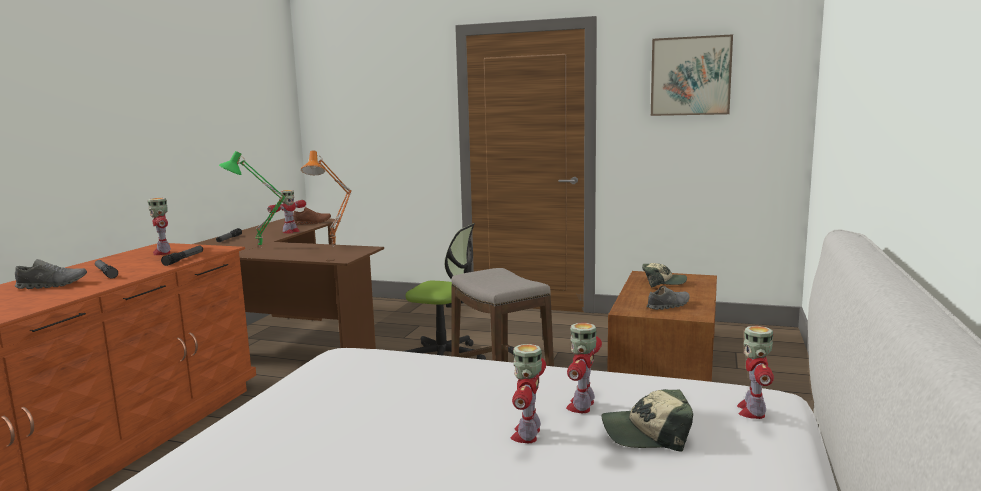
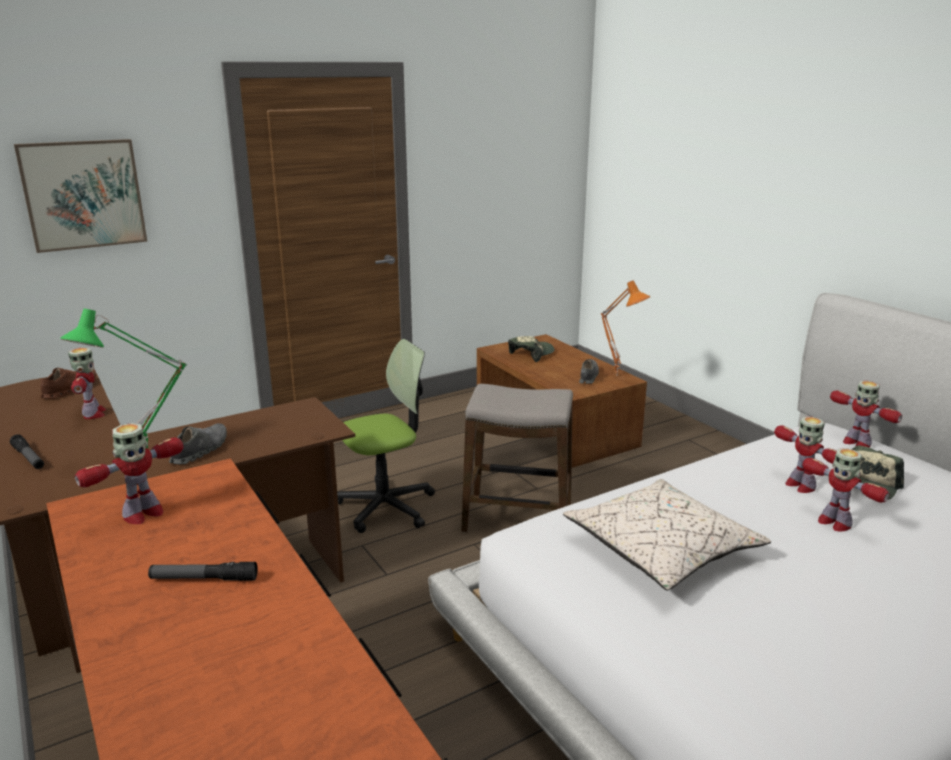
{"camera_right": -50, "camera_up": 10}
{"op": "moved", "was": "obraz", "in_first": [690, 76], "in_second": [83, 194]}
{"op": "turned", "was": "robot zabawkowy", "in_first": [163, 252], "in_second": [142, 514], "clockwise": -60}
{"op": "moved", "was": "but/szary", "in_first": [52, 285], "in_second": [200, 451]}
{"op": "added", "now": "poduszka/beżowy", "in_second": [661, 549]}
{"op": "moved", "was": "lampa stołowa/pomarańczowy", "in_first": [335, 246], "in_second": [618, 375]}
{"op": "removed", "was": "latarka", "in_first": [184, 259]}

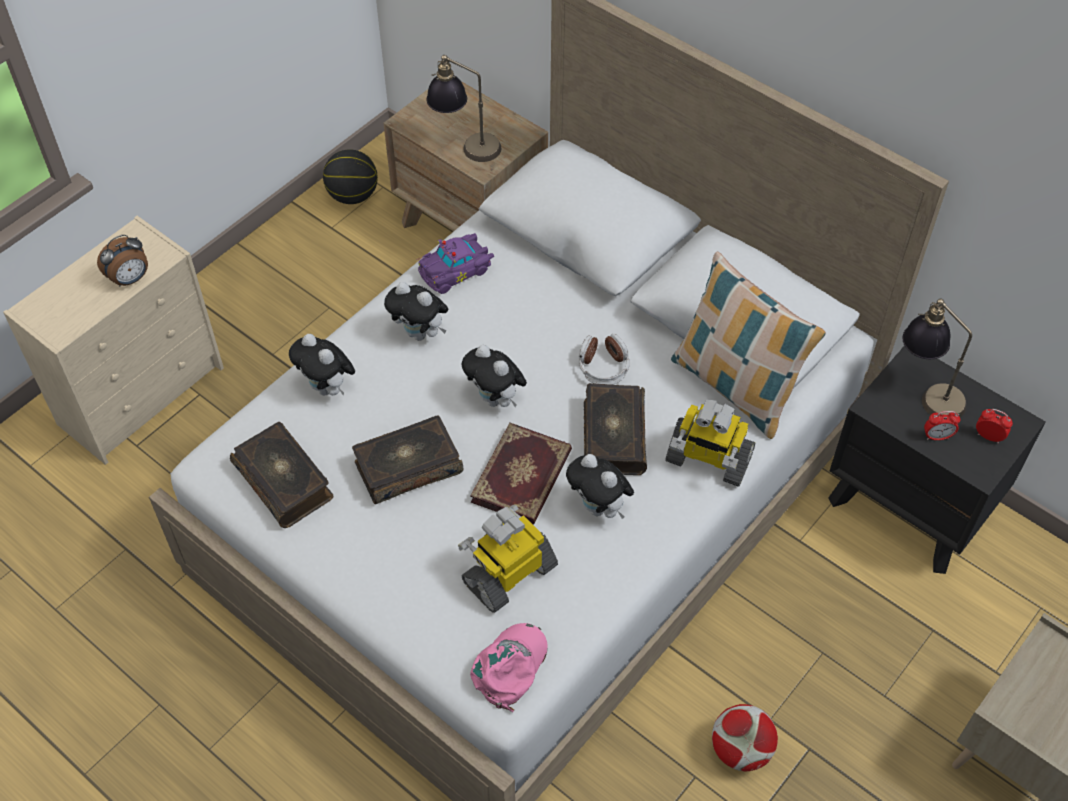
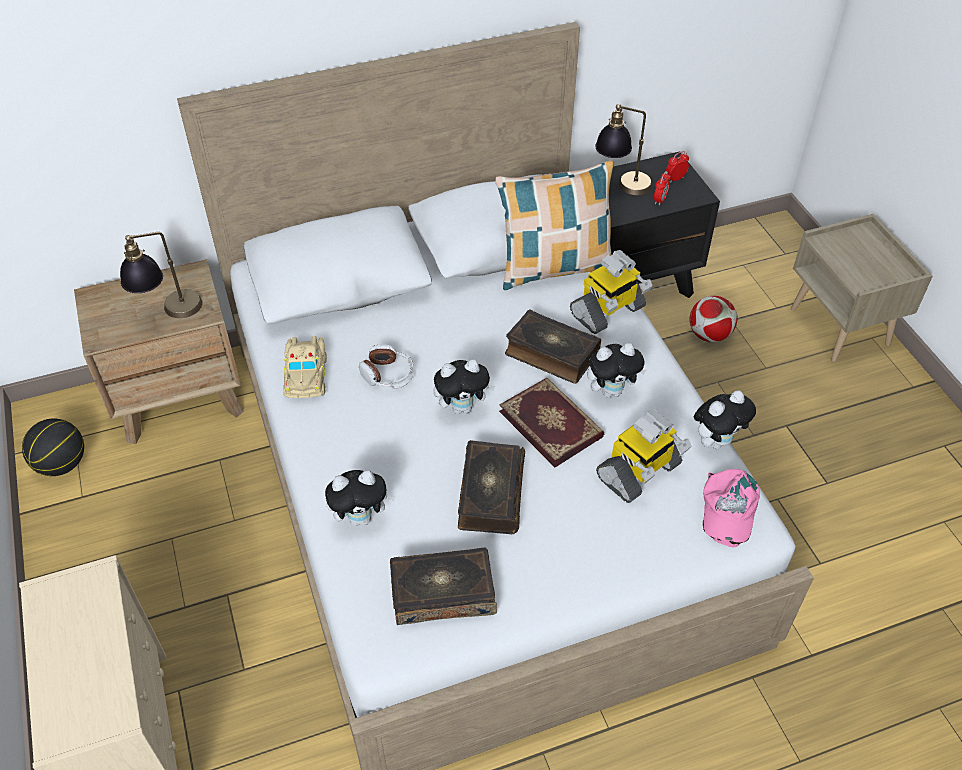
{"camera_right": -60, "camera_up": -5}
{"op": "recoloured", "was": "samochodzik/fioletowy", "now": "samochodzik/beżowy", "in_first": [457, 270], "in_second": [307, 374]}
{"op": "moved", "was": "słuchawki", "in_first": [603, 367], "in_second": [388, 375]}
{"op": "turned", "was": "robot zabawkowy", "in_first": [509, 573], "in_second": [639, 472], "clockwise": -120}
{"op": "moved", "was": "piłka futbolowa", "in_first": [740, 750], "in_second": [709, 335]}
{"op": "moved", "was": "pluszak", "in_first": [420, 334], "in_second": [717, 441]}
{"op": "turned", "was": "czapka z daszkiem/różowy", "in_first": [510, 667], "in_second": [727, 509], "clockwise": -135}
{"op": "removed", "was": "budzik", "in_first": [130, 279]}

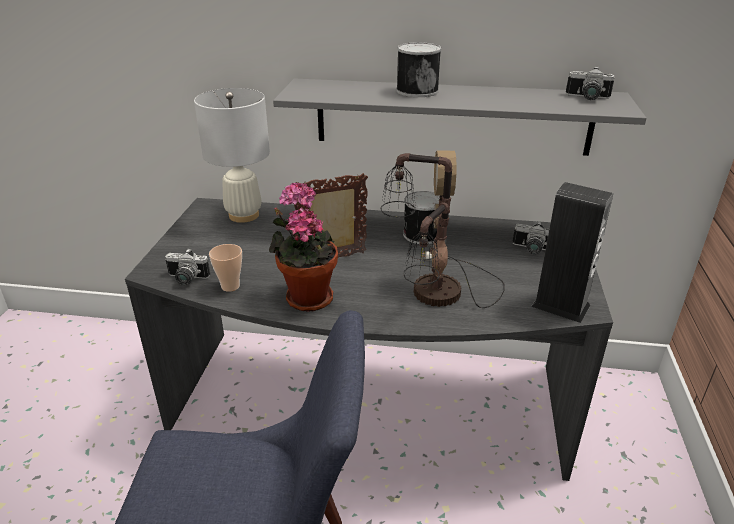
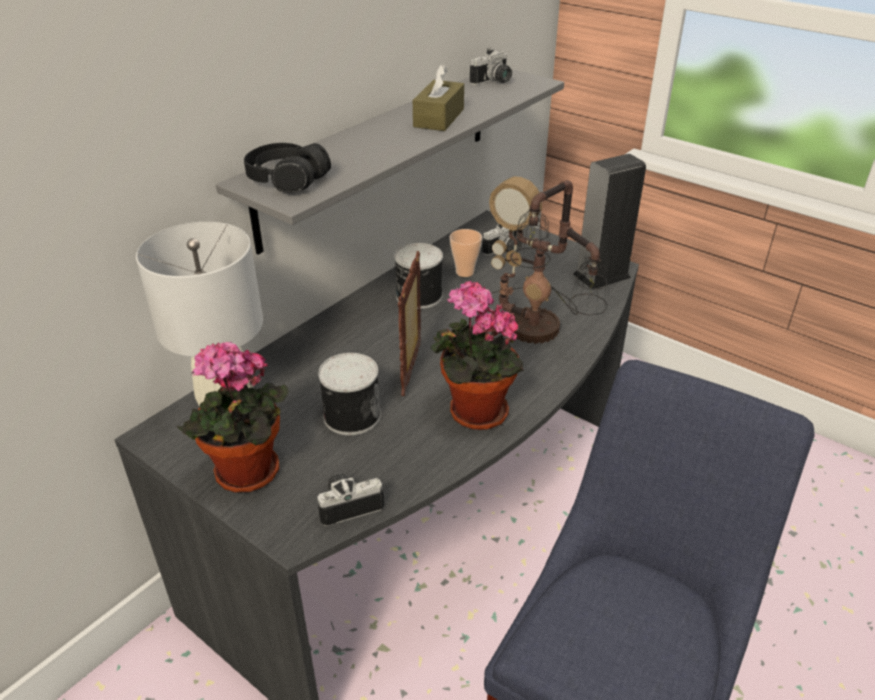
{"camera_right": -60, "camera_up": 5}
{"op": "added", "now": "roślina doniczkowa", "in_second": [246, 476]}
{"op": "added", "now": "słuchawki/czarny", "in_second": [287, 180]}
{"op": "turned", "was": "aparat fotograficzny", "in_first": [186, 279], "in_second": [348, 504], "clockwise": -150}
{"op": "moved", "was": "puszka", "in_first": [417, 90], "in_second": [350, 415]}
{"op": "added", "now": "pudełko chusteczek/brązowy", "in_second": [439, 118]}
{"op": "moved", "was": "filiżanka", "in_first": [230, 286], "in_second": [465, 272]}

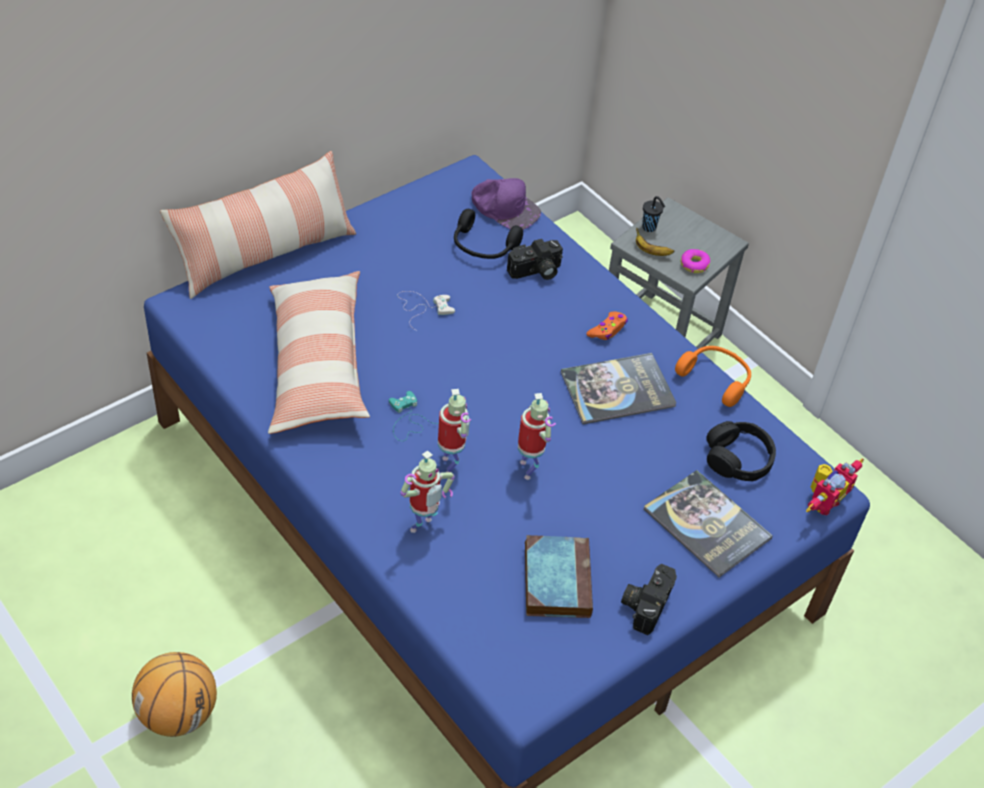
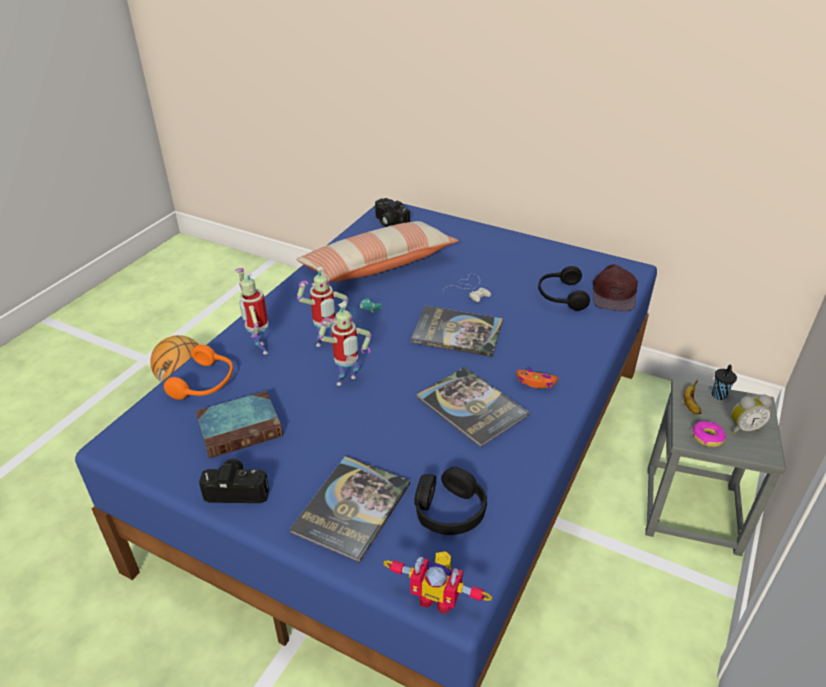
{"camera_right": 70, "camera_up": -10}
{"op": "moved", "was": "słuchawki/pomarańczowy", "in_first": [716, 379], "in_second": [206, 383]}
{"op": "turned", "was": "robot zabawkowy", "in_first": [423, 527], "in_second": [260, 348], "clockwise": 45}
{"op": "moved", "was": "aparat fotograficzny", "in_first": [536, 272], "in_second": [389, 222]}
{"op": "added", "now": "książka", "in_second": [457, 332]}
{"op": "recoloured", "was": "czapka z daszkiem/fioletowy", "now": "czapka z daszkiem/brązowy", "in_first": [504, 207], "in_second": [614, 293]}
{"op": "added", "now": "budzik", "in_second": [743, 428]}
{"op": "removed", "was": "poduszka", "in_first": [265, 253]}

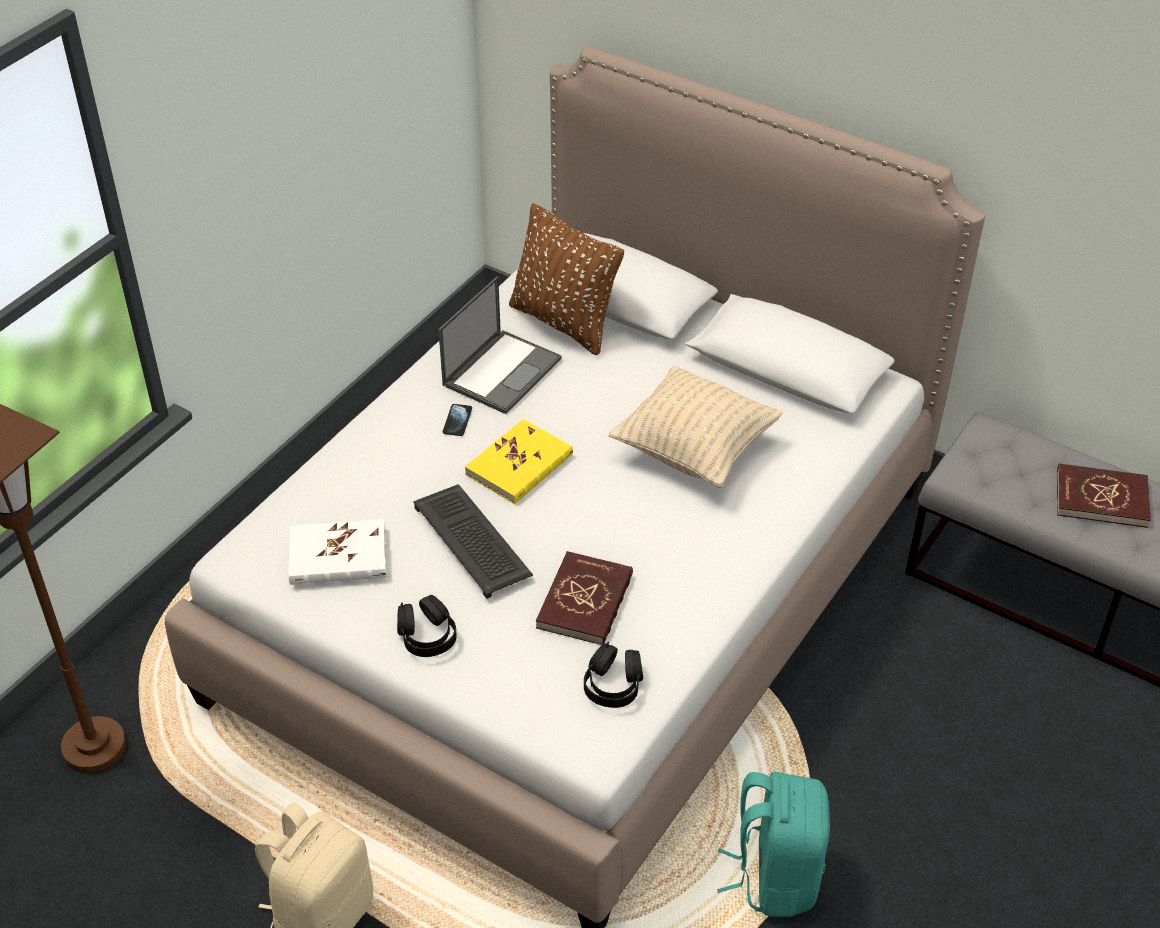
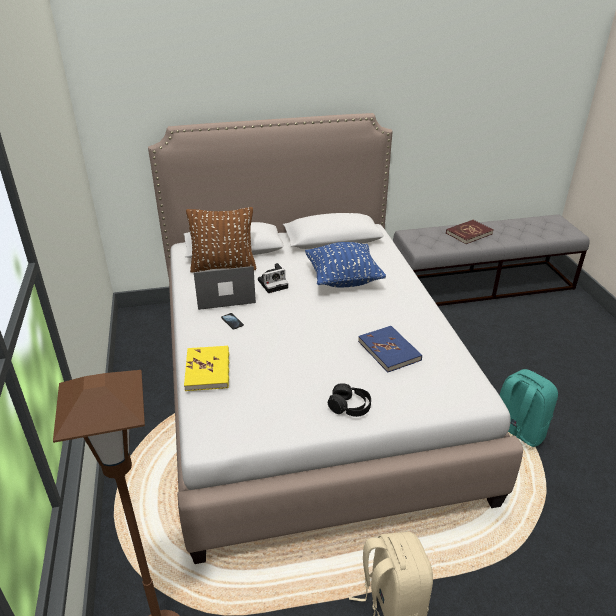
{"camera_right": -45, "camera_up": -10}
{"op": "moved", "was": "książka/żółty", "in_first": [519, 465], "in_second": [208, 370]}
{"op": "turned", "was": "laptop", "in_first": [502, 371], "in_second": [224, 294], "clockwise": -90}
{"op": "added", "now": "aparat fotograficzny", "in_second": [273, 283]}
{"op": "recoloured", "was": "poduszka/beżowy", "now": "poduszka/niebieski", "in_first": [694, 450], "in_second": [343, 279]}
{"op": "recoloured", "was": "książka/czerwony", "now": "książka/niebieski", "in_first": [585, 601], "in_second": [389, 350]}
{"op": "removed", "was": "książka/biały", "in_first": [338, 556]}
{"op": "removed", "was": "klawiatura", "in_first": [474, 542]}
{"op": "removed", "was": "słuchawki/czarny", "in_first": [613, 685]}

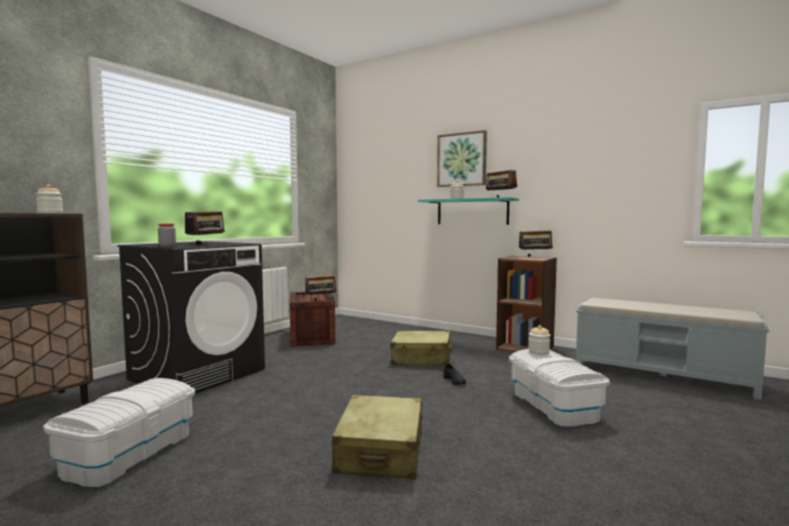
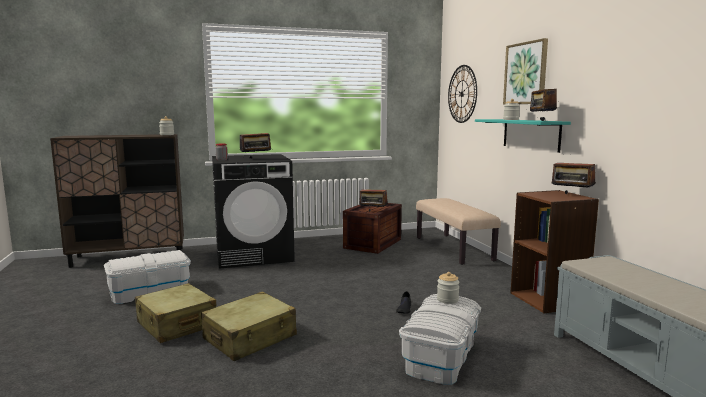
{"camera_right": 40, "camera_up": 5}
{"op": "moved", "was": "walizka/beżowy", "in_first": [422, 359], "in_second": [176, 324]}
{"op": "added", "now": "ławka/beżowy", "in_second": [454, 249]}
{"op": "added", "now": "zegar ścienny", "in_second": [462, 94]}

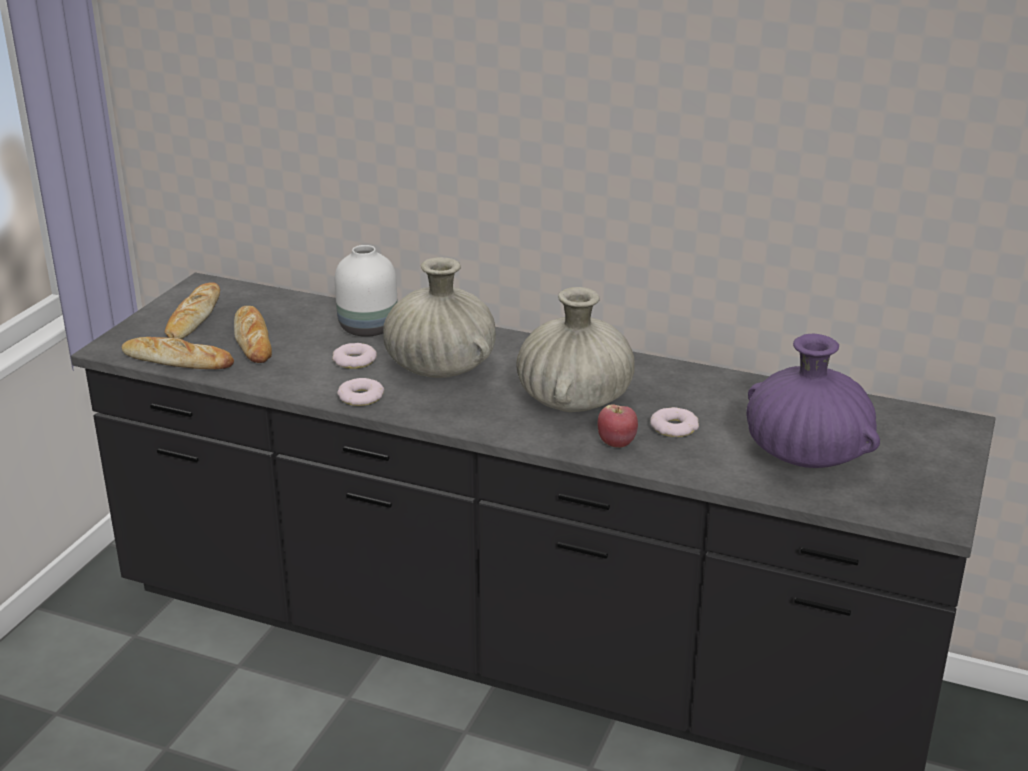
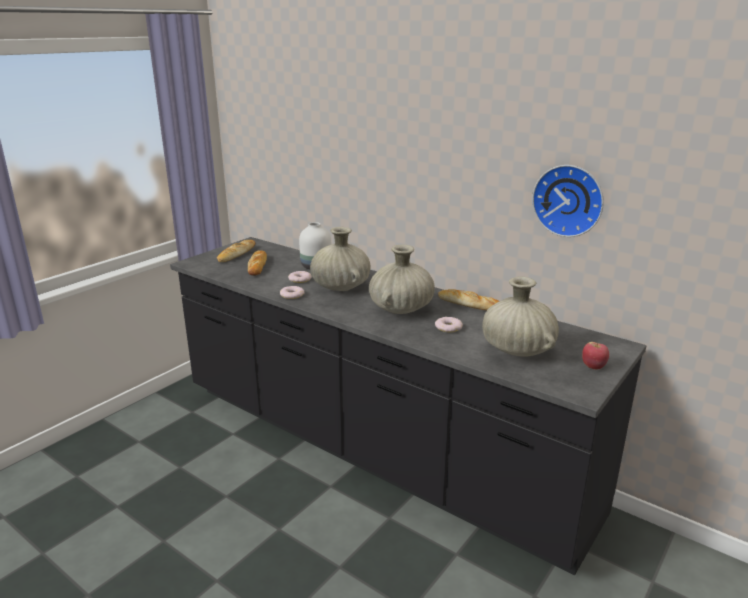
{"camera_right": 15, "camera_up": -5}
{"op": "moved", "was": "chleb", "in_first": [178, 360], "in_second": [470, 304]}
{"op": "recoloured", "was": "wazon/fioletowy", "now": "wazon/beżowy", "in_first": [806, 456], "in_second": [517, 350]}
{"op": "added", "now": "zegar ścienny", "in_second": [569, 200]}
{"op": "moved", "was": "jabłko", "in_first": [617, 443], "in_second": [593, 367]}

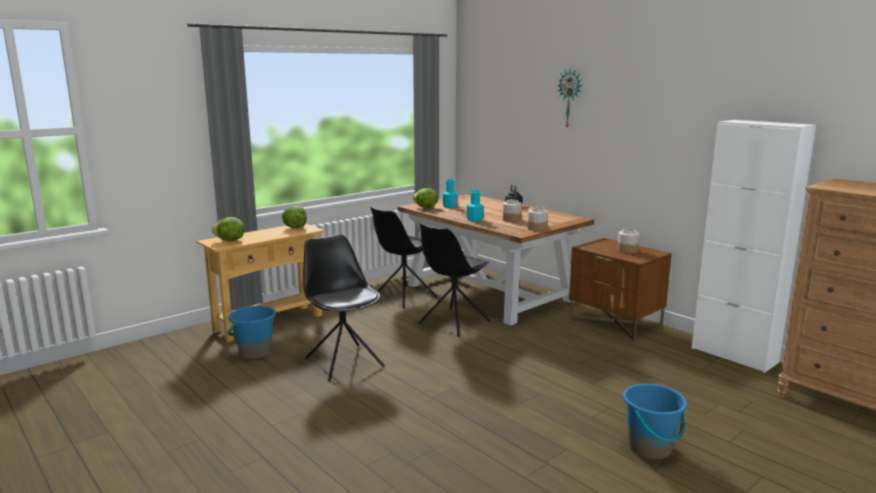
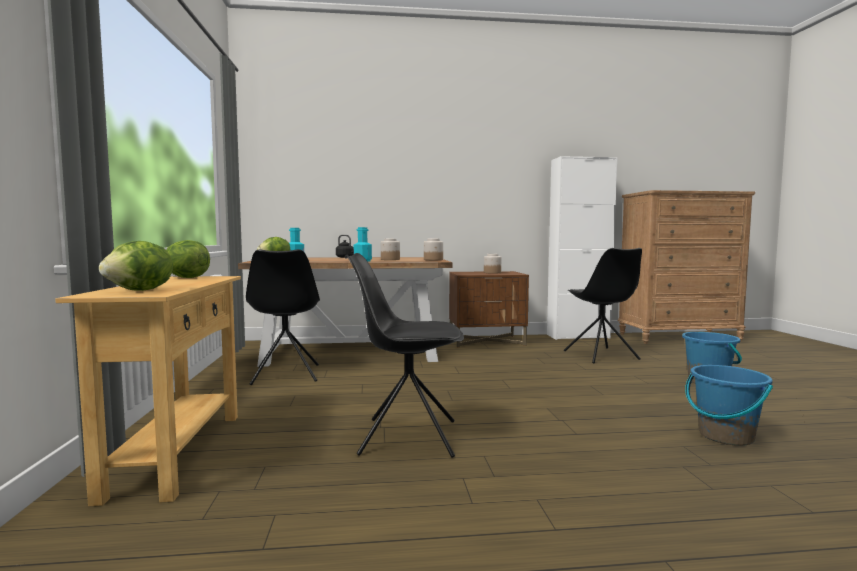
{"camera_right": -55, "camera_up": -10}
{"op": "moved", "was": "krzesło/czarny", "in_first": [453, 323], "in_second": [601, 355]}
{"op": "moved", "was": "wiadro/niebieski", "in_first": [255, 352], "in_second": [725, 436]}
{"op": "removed", "was": "zegar ścienny", "in_first": [570, 98]}

